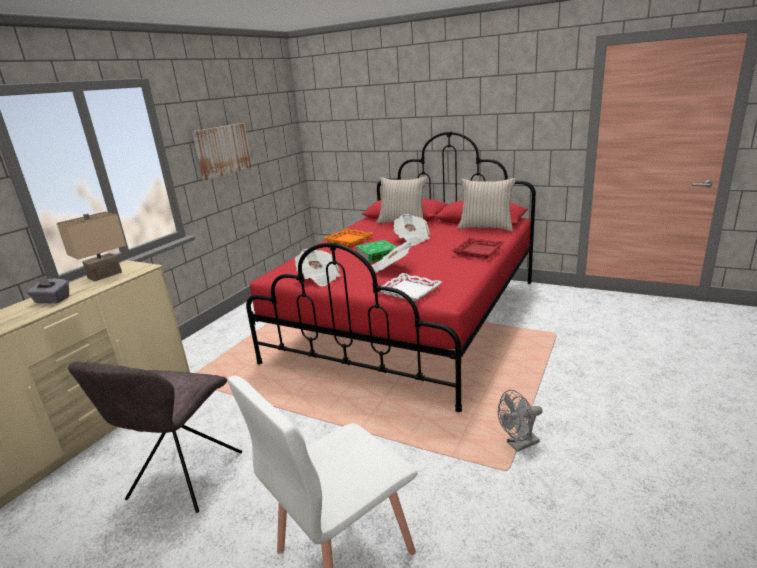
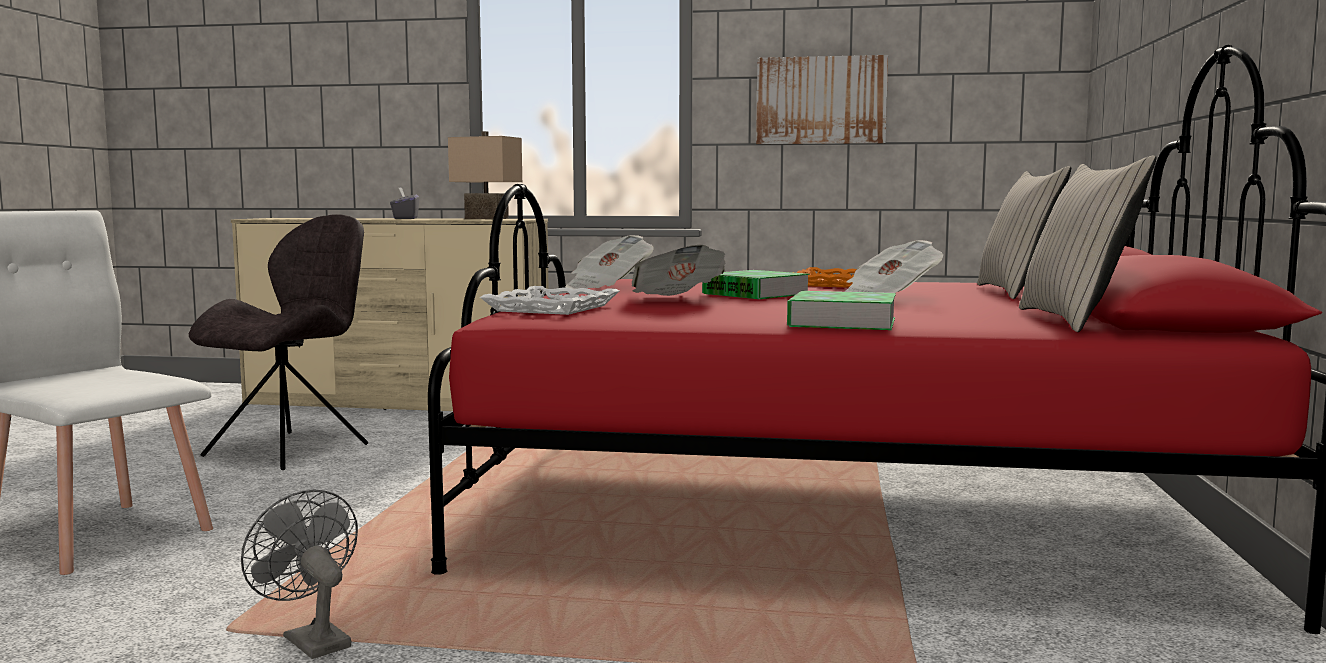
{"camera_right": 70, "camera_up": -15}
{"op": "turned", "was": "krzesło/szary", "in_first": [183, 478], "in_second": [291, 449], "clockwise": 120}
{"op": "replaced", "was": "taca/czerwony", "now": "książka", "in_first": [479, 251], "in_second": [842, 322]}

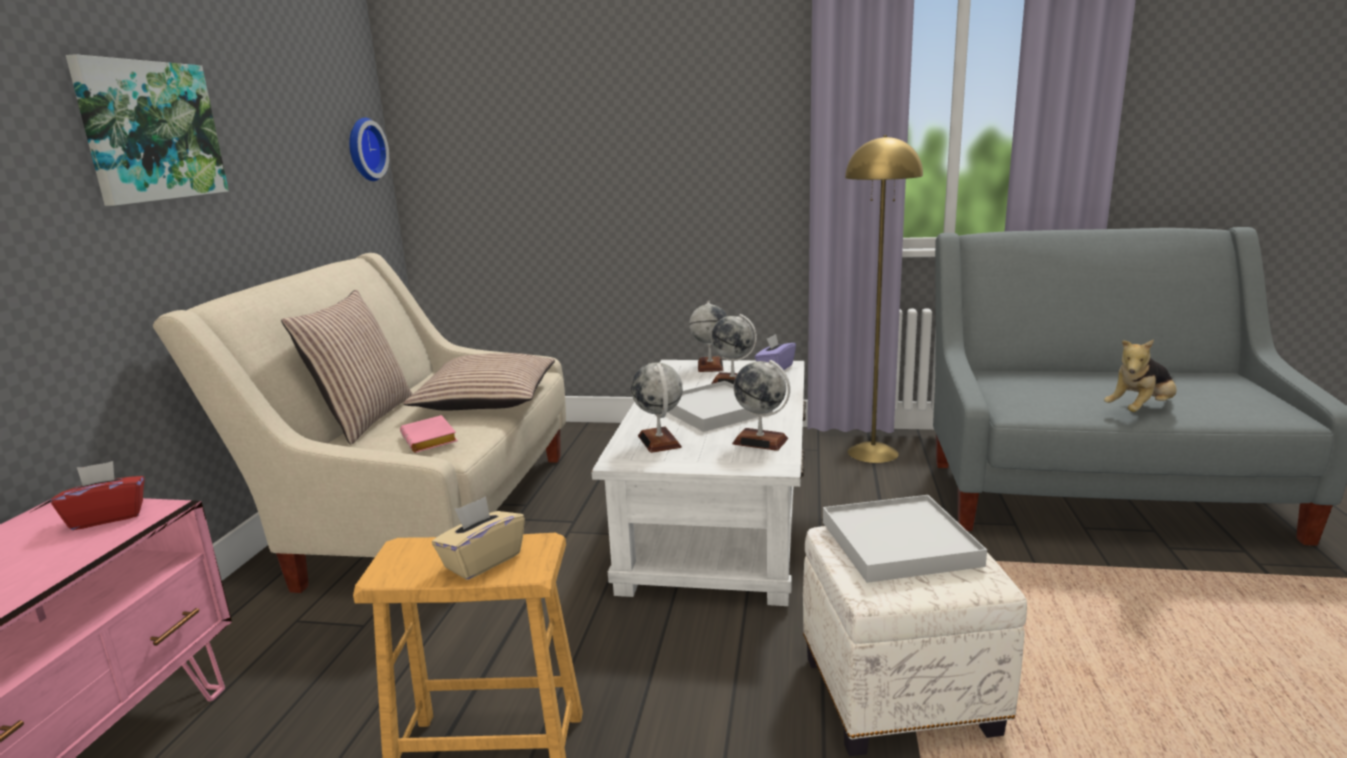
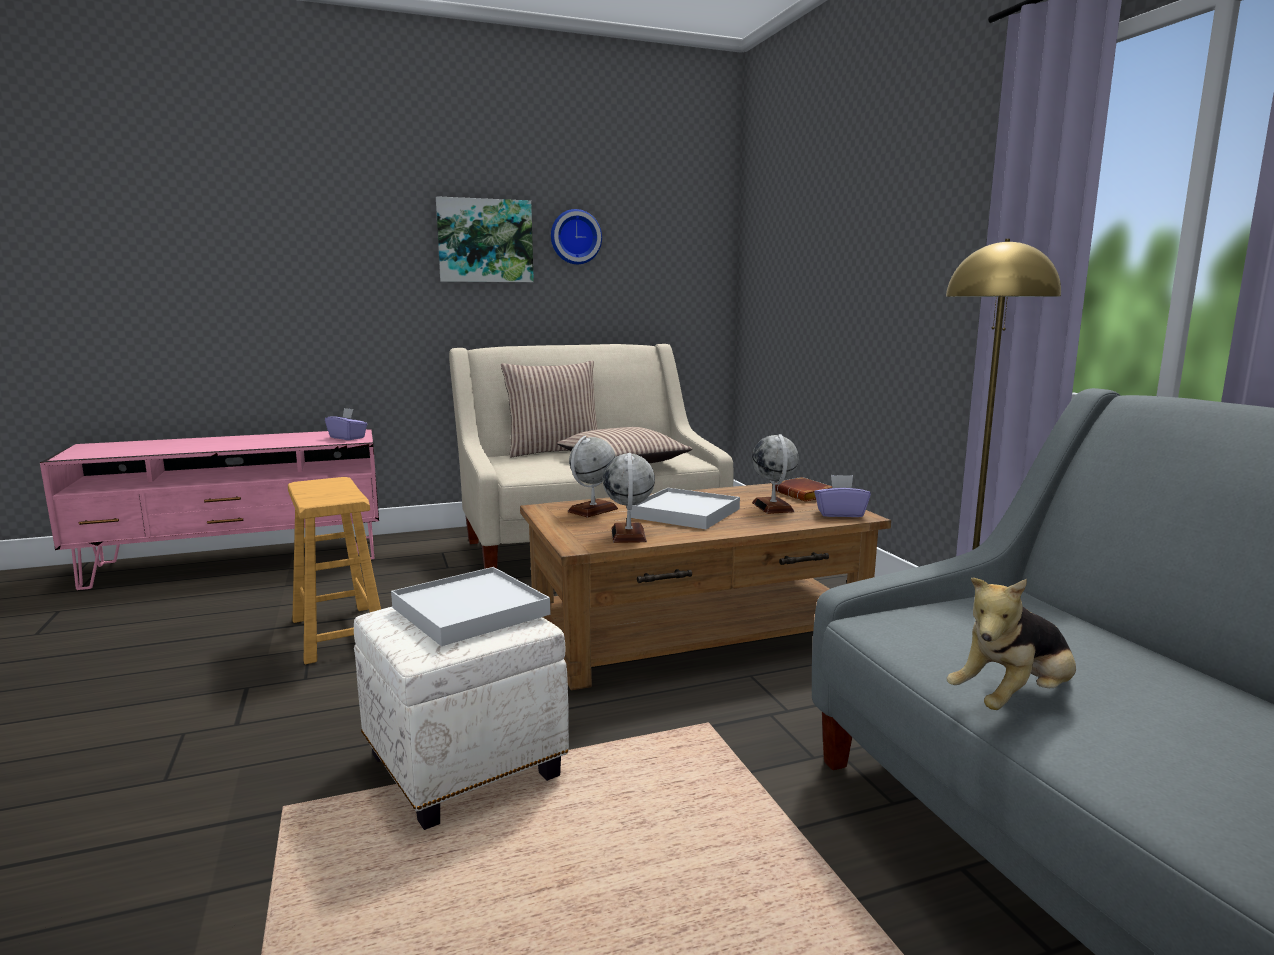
{"camera_right": 60, "camera_up": -5}
{"op": "recoloured", "was": "pudełko chusteczek/czerwony", "now": "pudełko chusteczek/fioletowy", "in_first": [108, 517], "in_second": [347, 438]}
{"op": "recoloured", "was": "ława/biały", "now": "ława/brązowy", "in_first": [719, 517], "in_second": [698, 630]}
{"op": "moved", "was": "zegar ścienny", "in_first": [364, 149], "in_second": [575, 237]}
{"op": "replaced", "was": "globus", "now": "książka/brązowy", "in_first": [710, 366], "in_second": [805, 495]}
{"op": "turned", "was": "pluszak", "in_first": [1140, 411], "in_second": [1013, 700], "clockwise": -60}
{"op": "removed", "was": "książka/różowy", "in_first": [431, 440]}
{"op": "removed", "was": "pudełko chusteczek/beżowy", "in_first": [482, 561]}

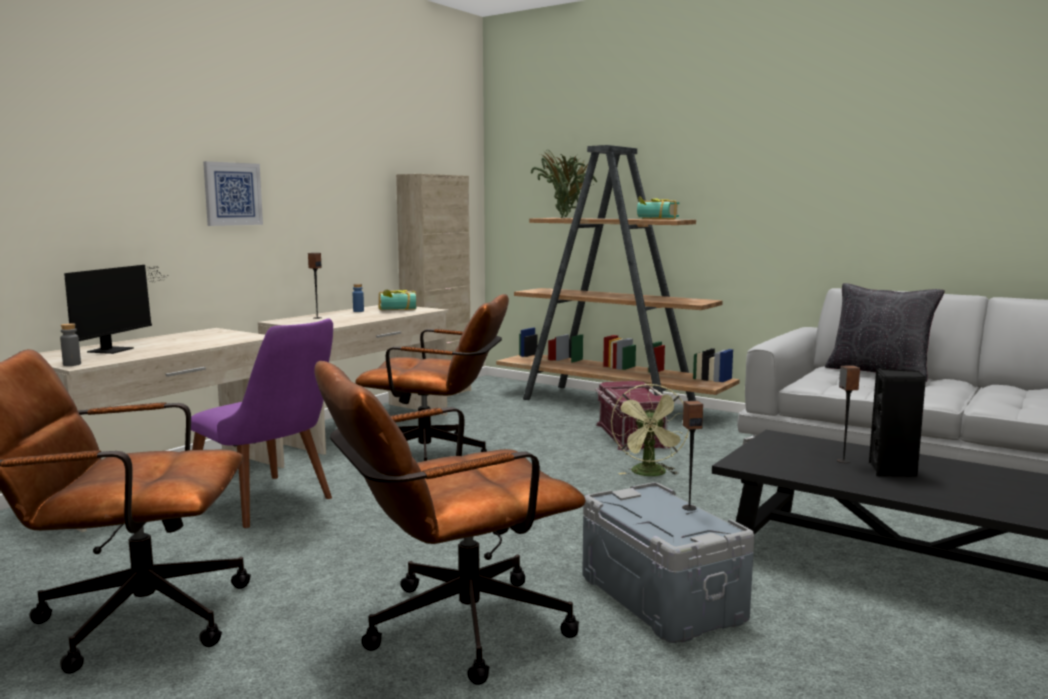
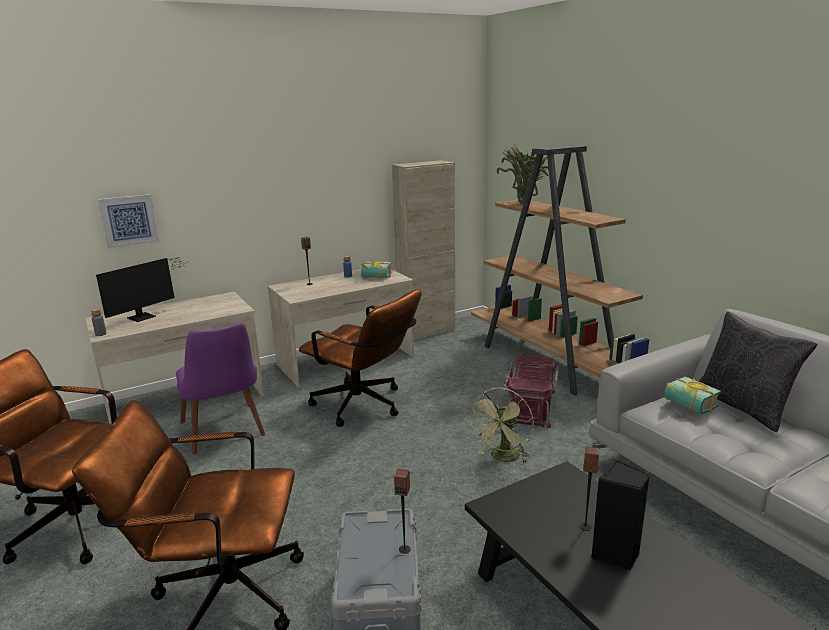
{"camera_right": 25, "camera_up": 10}
{"op": "moved", "was": "obraz", "in_first": [232, 194], "in_second": [129, 220]}
{"op": "moved", "was": "książka", "in_first": [656, 219], "in_second": [687, 406]}

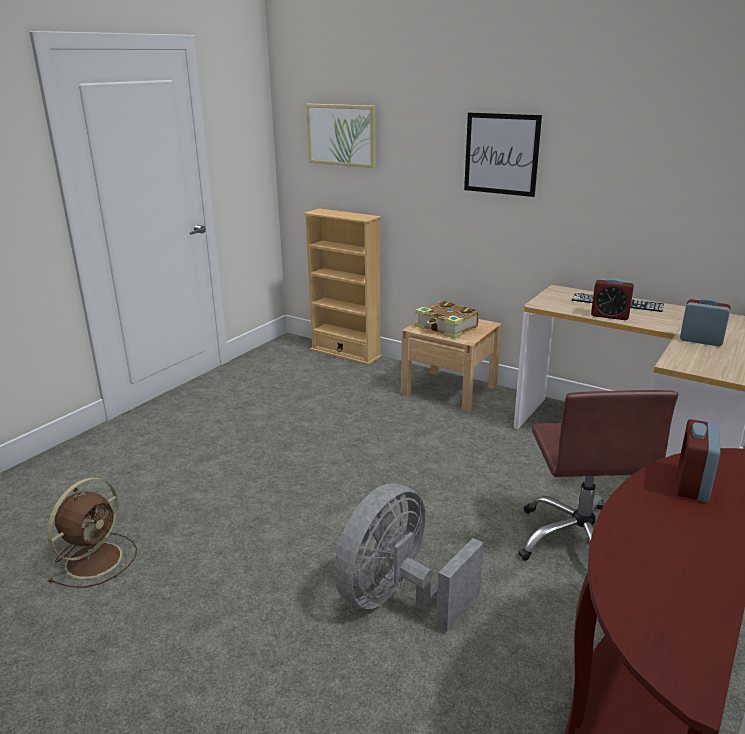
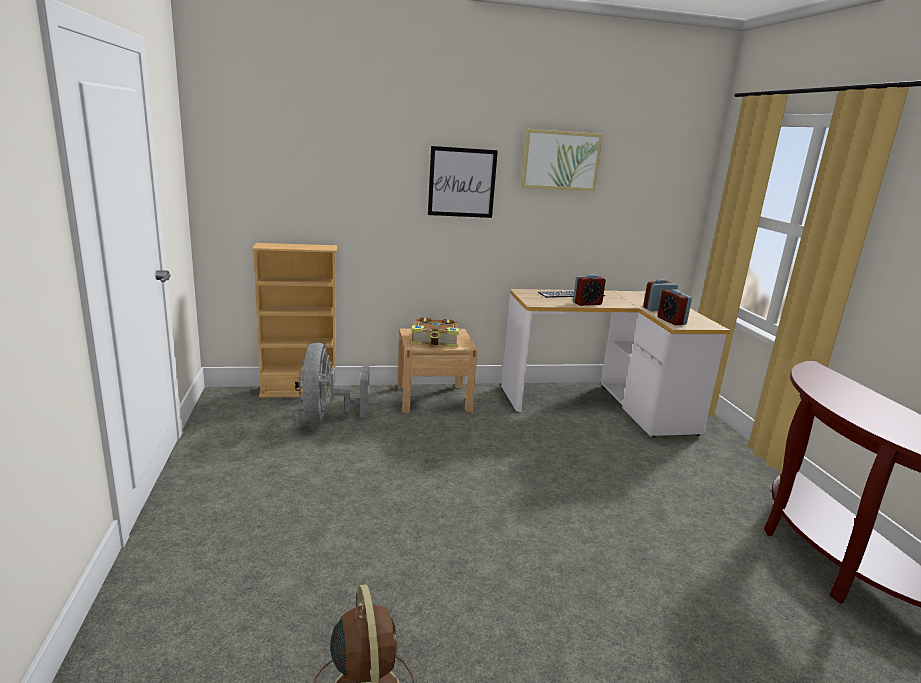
{"camera_right": -45, "camera_up": -5}
{"op": "moved", "was": "wentylator/szary", "in_first": [398, 599], "in_second": [327, 416]}
{"op": "moved", "was": "obraz", "in_first": [342, 135], "in_second": [560, 160]}
{"op": "moved", "was": "budzik", "in_first": [692, 485], "in_second": [671, 321]}
{"op": "removed", "was": "krzesło biurowe/brązowy", "in_first": [581, 542]}

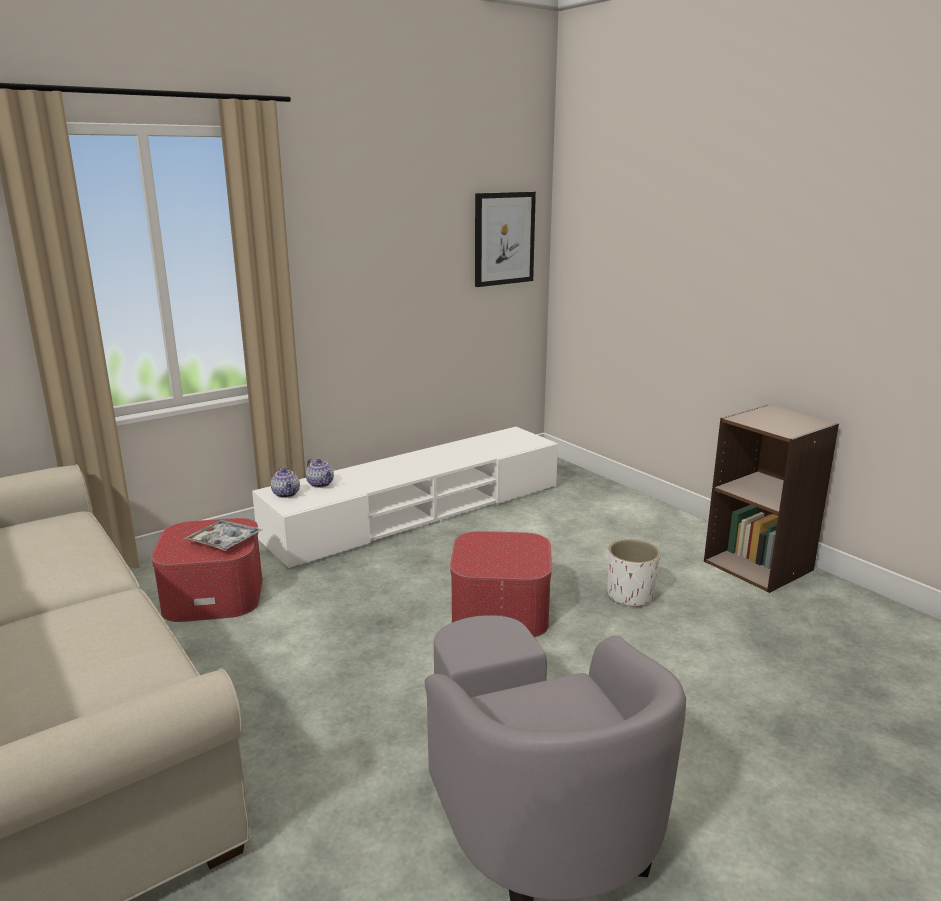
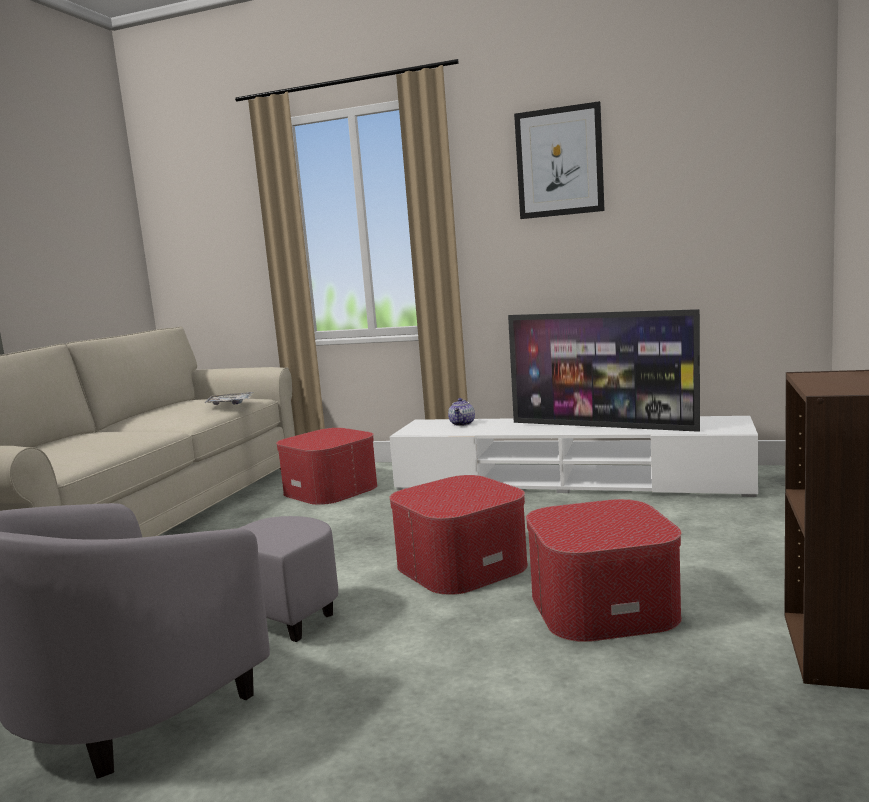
{"camera_right": 55, "camera_up": -10}
{"op": "moved", "was": "taca", "in_first": [224, 541], "in_second": [230, 403]}
{"op": "added", "now": "telewizor", "in_second": [602, 426]}
{"op": "moved", "was": "obraz", "in_first": [504, 238], "in_second": [559, 162]}
{"op": "replaced", "was": "donica/biały", "now": "pufa", "in_first": [630, 596], "in_second": [603, 605]}
{"op": "removed", "was": "imbryk", "in_first": [287, 494]}

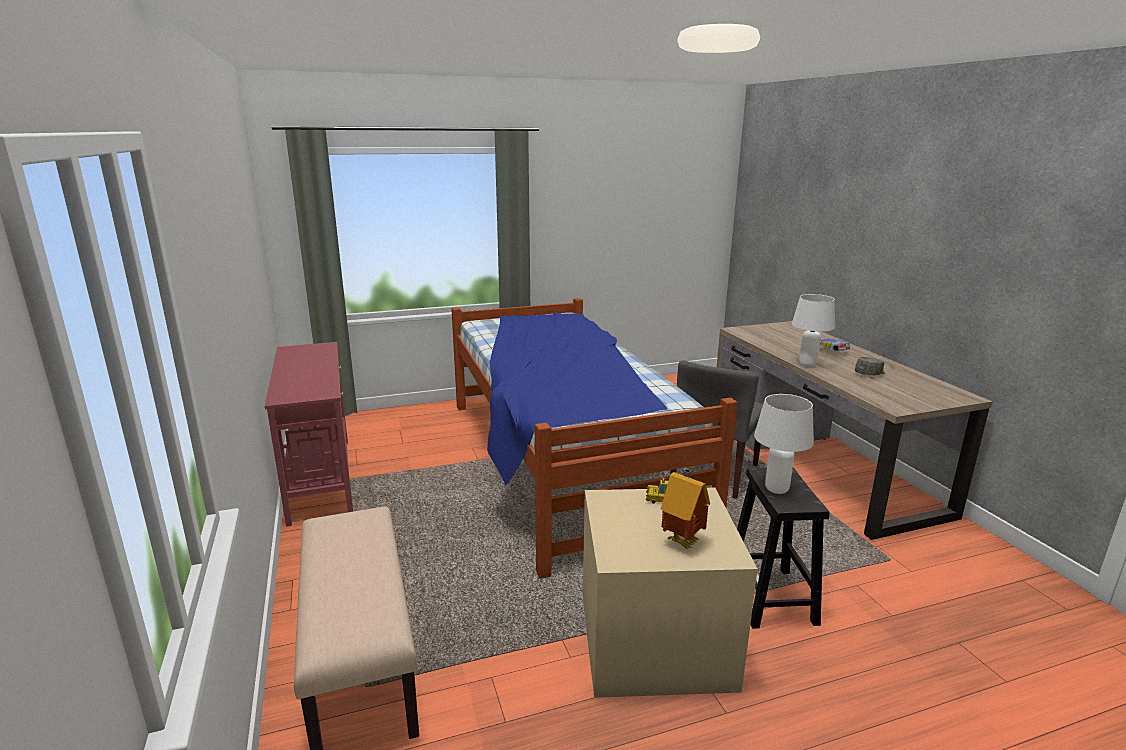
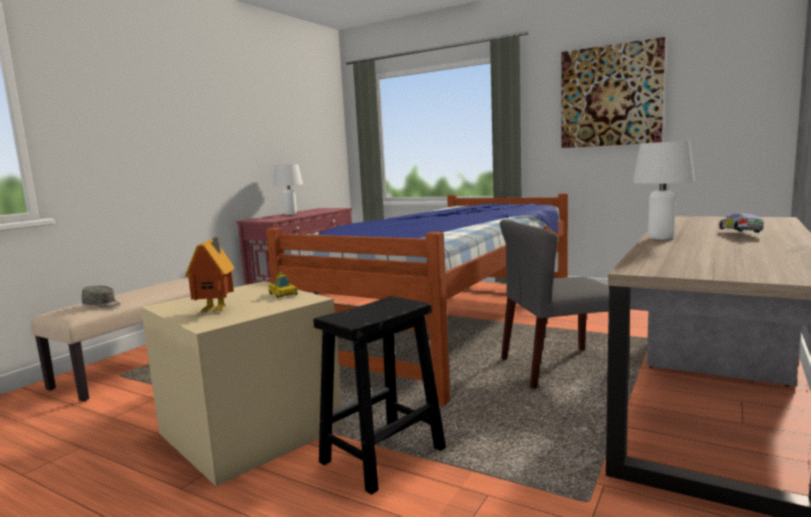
{"camera_right": 50, "camera_up": -10}
{"op": "moved", "was": "czapka z daszkiem/szary", "in_first": [870, 373], "in_second": [102, 305]}
{"op": "moved", "was": "lampa stołowa/biały", "in_first": [777, 489], "in_second": [290, 214]}
{"op": "added", "now": "obraz", "in_second": [610, 96]}

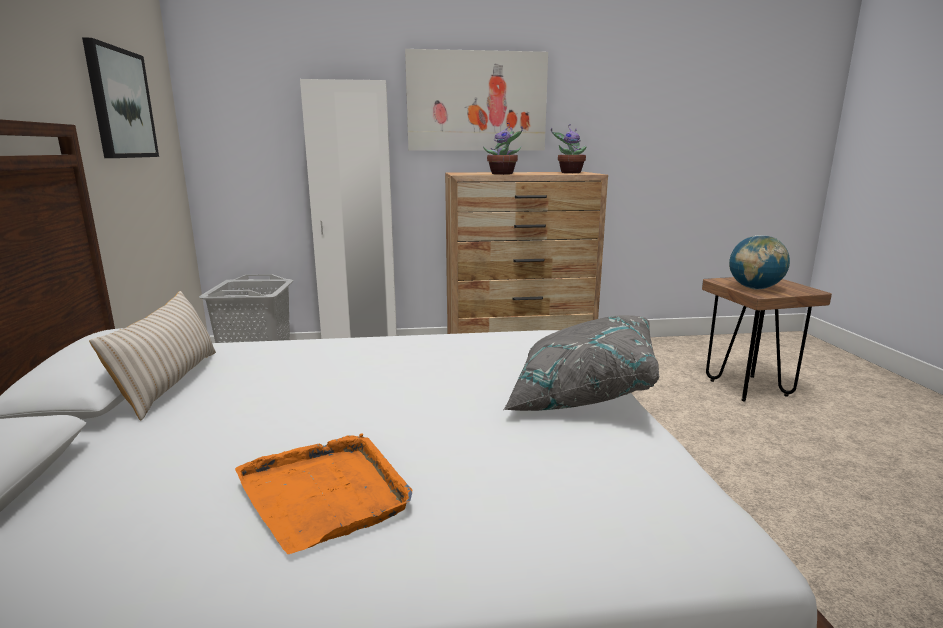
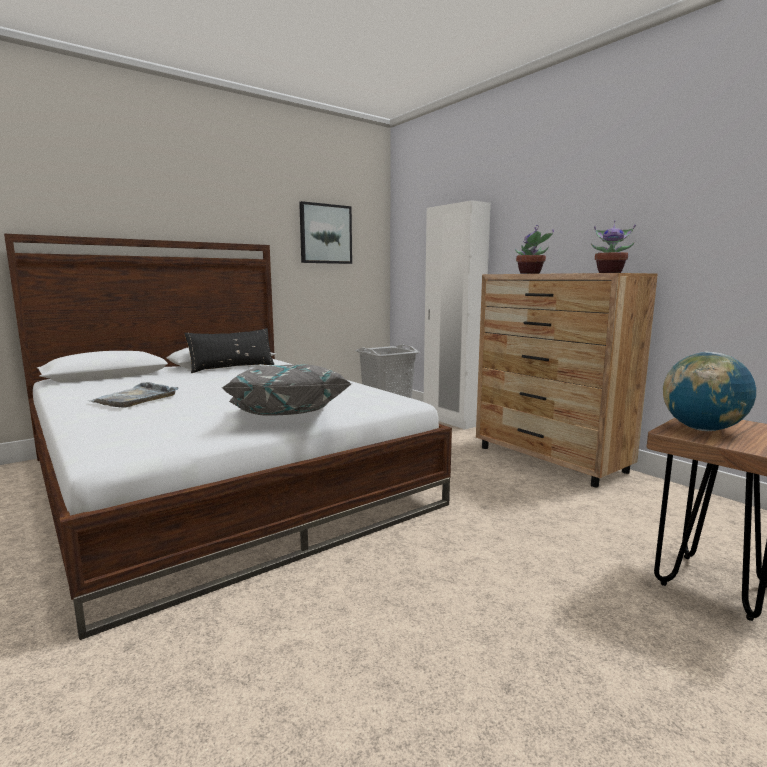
{"camera_right": 60, "camera_up": -5}
{"op": "recoloured", "was": "taca/pomarańczowy", "now": "taca/szary", "in_first": [326, 493], "in_second": [135, 398]}
{"op": "recoloured", "was": "poduszka/beżowy", "now": "poduszka/czarny", "in_first": [170, 382], "in_second": [232, 368]}
{"op": "removed", "was": "obraz", "in_first": [476, 102]}

